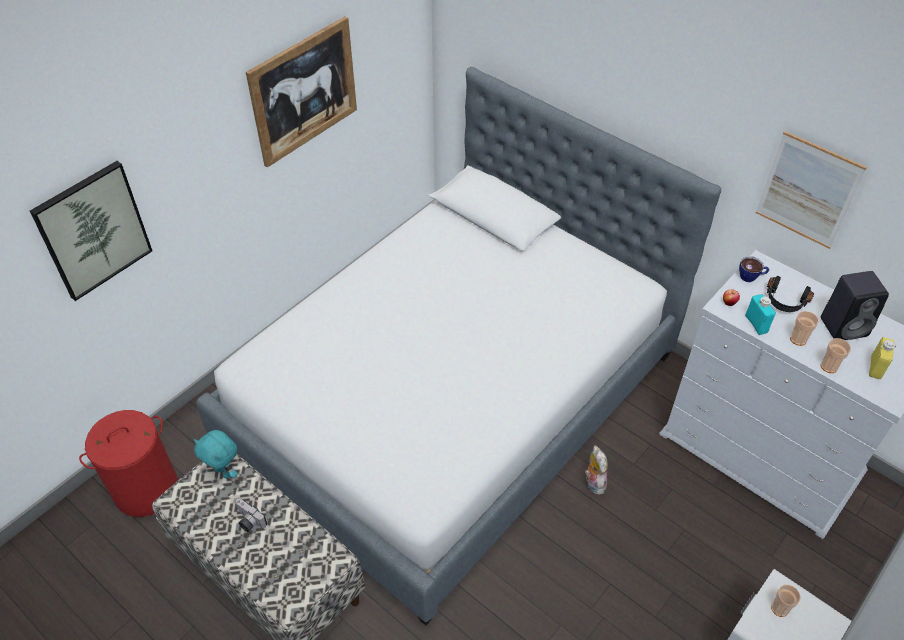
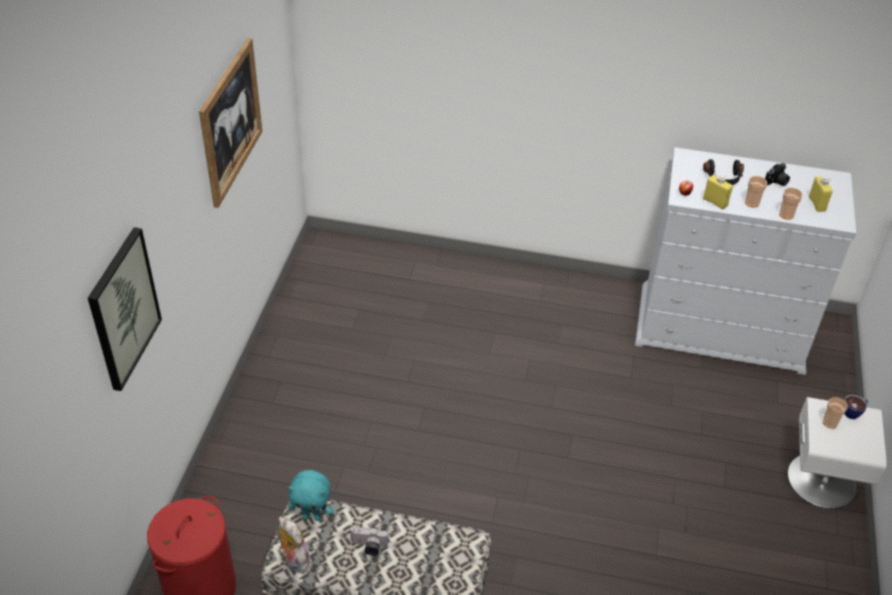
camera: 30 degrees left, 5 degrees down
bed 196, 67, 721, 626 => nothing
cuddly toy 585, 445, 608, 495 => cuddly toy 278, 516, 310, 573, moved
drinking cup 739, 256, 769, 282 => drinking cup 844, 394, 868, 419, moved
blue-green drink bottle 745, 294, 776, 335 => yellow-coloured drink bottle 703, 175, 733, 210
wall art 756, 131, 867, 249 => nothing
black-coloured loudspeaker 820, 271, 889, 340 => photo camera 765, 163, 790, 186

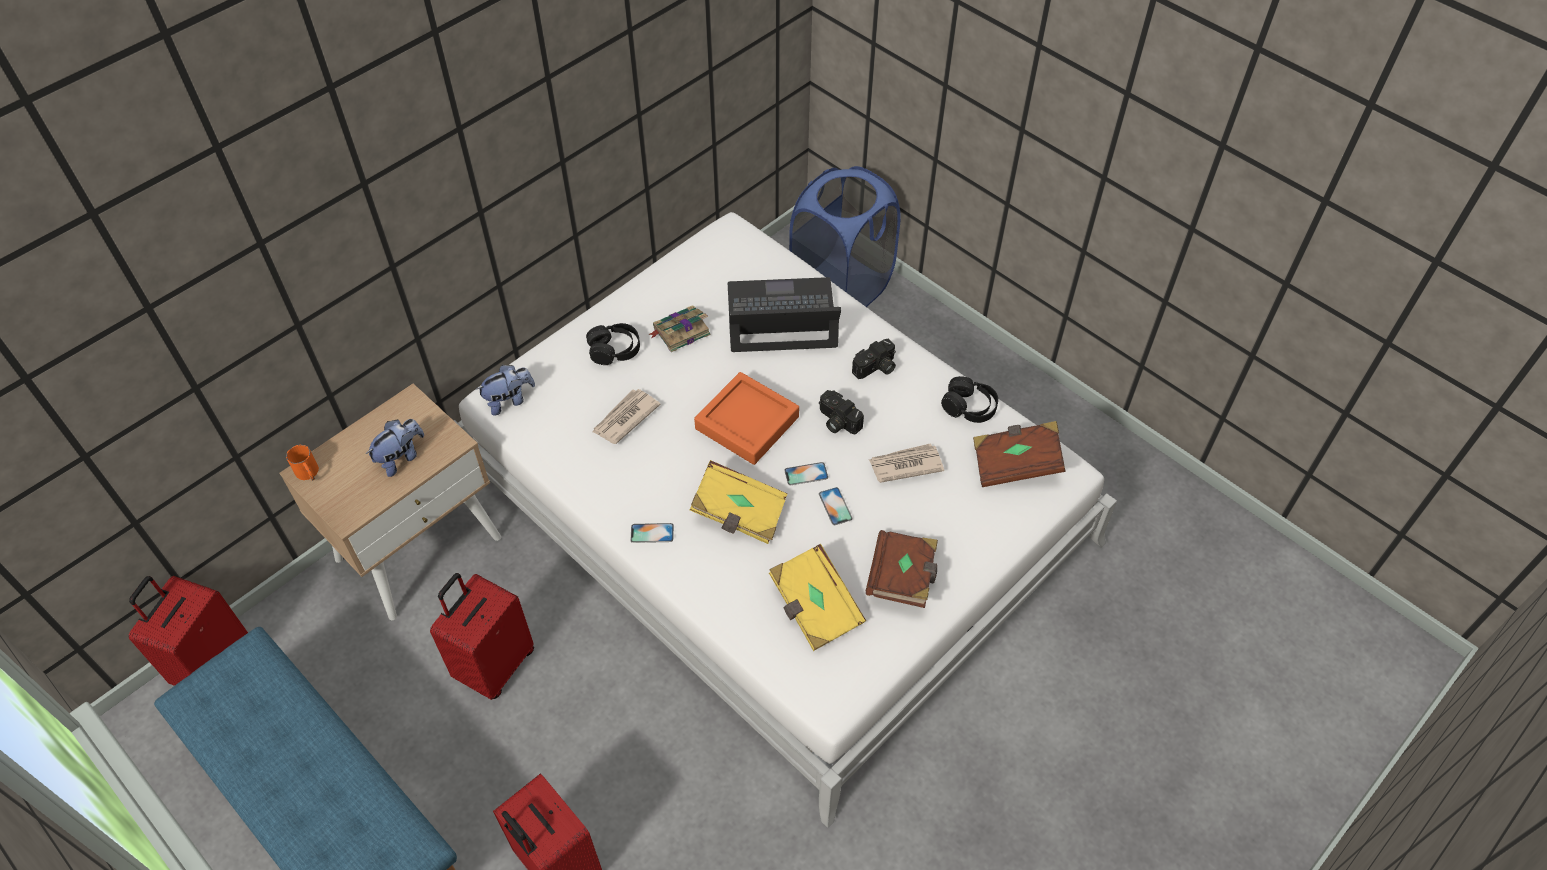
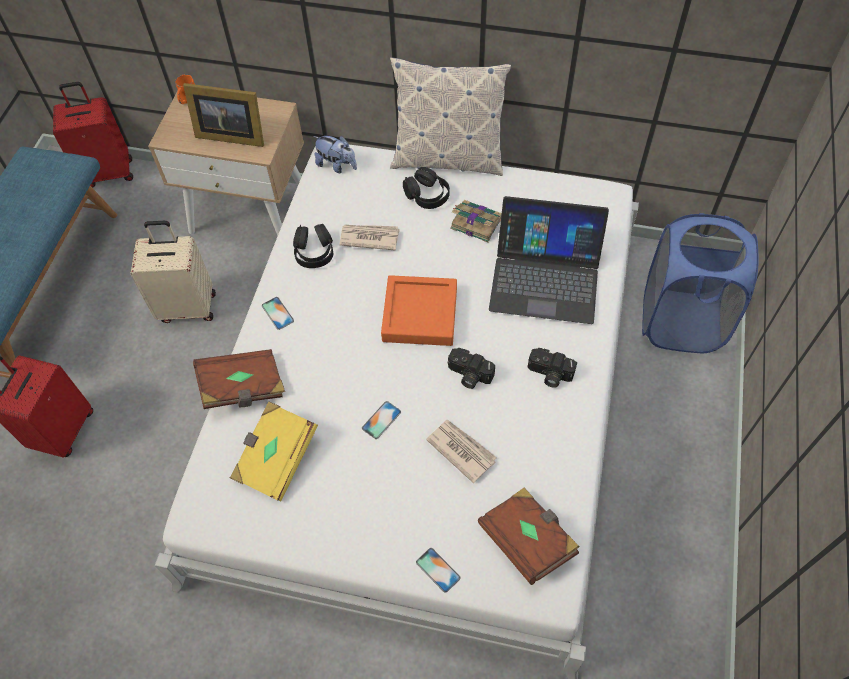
camera: 60 degrees right, 5 degrees up
cuddly toy 366, 419, 424, 477 => photo frame 183, 83, 264, 147
red piece of luggage 430, 573, 534, 700 => beige piece of luggage 130, 221, 216, 323
yellow-coloured volume 690, 460, 787, 544 => nothing
laptop 728, 277, 841, 352 => laptop 489, 196, 609, 324, 135 degrees clockwise
phone 784, 462, 828, 485 => phone 416, 548, 460, 593, moved
photo camera 819, 390, 864, 435 => photo camera 447, 348, 495, 389, 75 degrees counterclockwise
brownish volume 866, 530, 938, 608 => brownish volume 193, 349, 285, 409, moved
black-coloured pair of headphones 941, 376, 998, 423 => black-coloured pair of headphones 293, 224, 333, 268, moved
nothing => throw pillow 390, 57, 511, 176

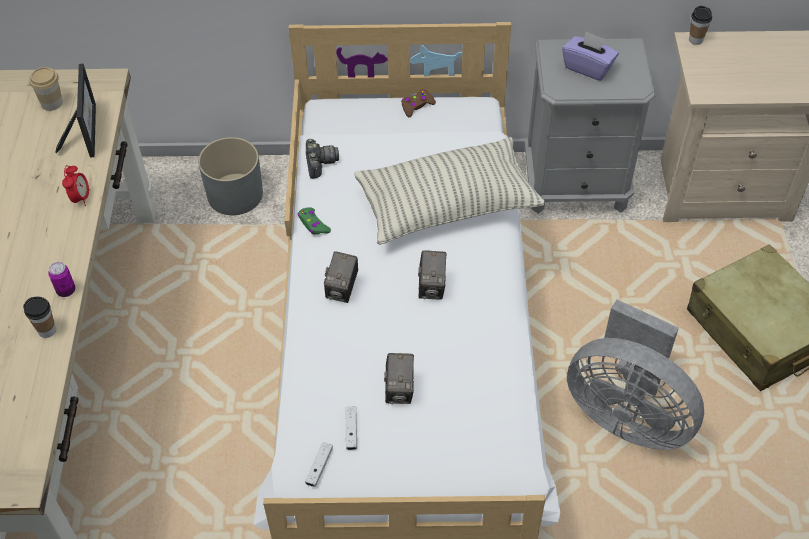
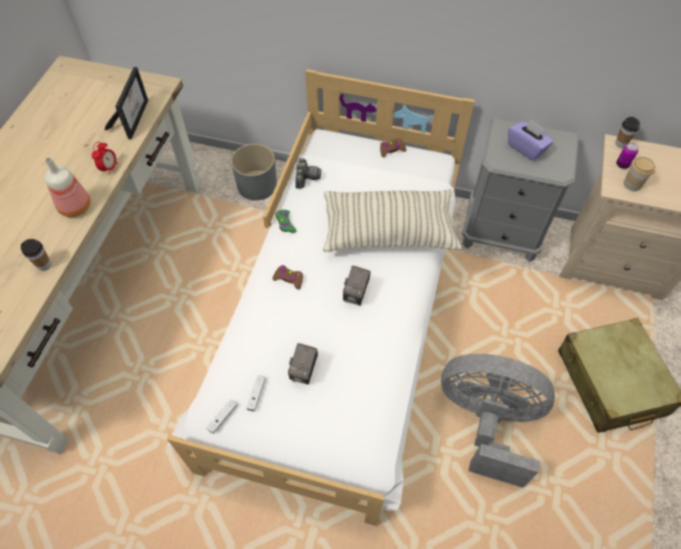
camera: 15 degrees right, 5 degrees up
drinking cup 29, 67, 63, 111 => drinking cup 624, 157, 656, 191, moved
can 48, 262, 75, 297 => can 616, 143, 638, 169, moved
photo camera 324, 251, 358, 303 => brownish game controller 273, 265, 303, 290
gray cooling fan 567, 299, 704, 450 => gray cooling fan 441, 354, 555, 488, 150 degrees clockwise
nothing => drink bottle 45, 157, 90, 217

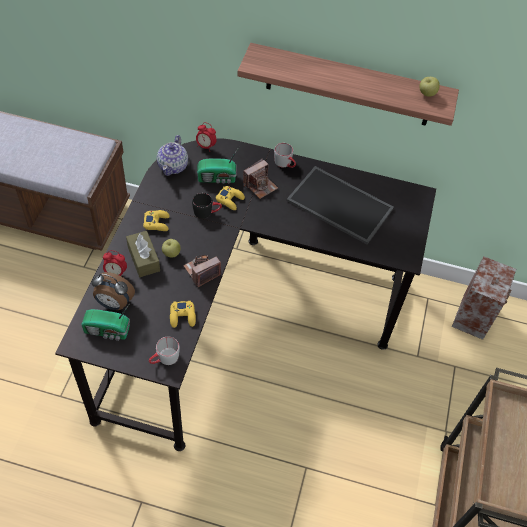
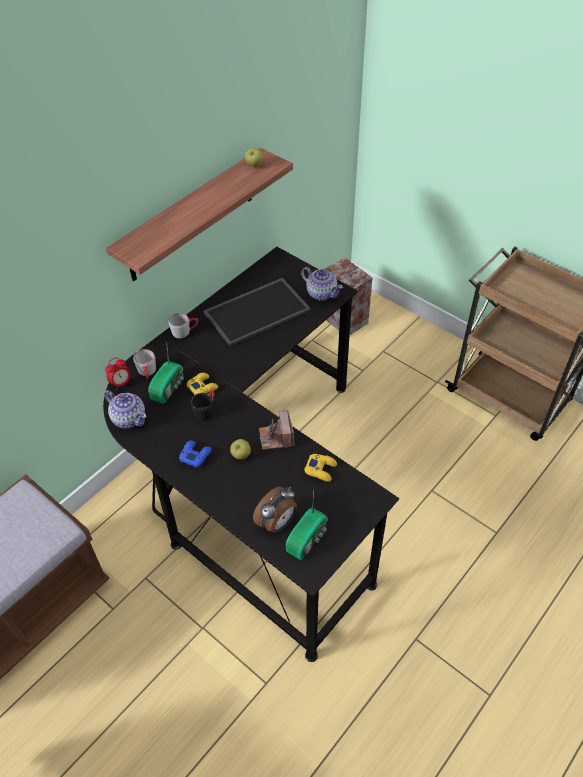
camera: 60 degrees left, 5 degrees down
bedside clock 103, 250, 127, 276 => nothing
brownish box of tissues 126, 231, 160, 277 => nothing
yellow-coloured game controller 143, 210, 170, 231 => bluish game controller 179, 440, 212, 467
gray mug 149, 337, 180, 365 => gray mug 134, 349, 156, 379, moved
photo camera 243, 159, 278, 199 => nothing
nothing => tea pot 301, 267, 343, 301

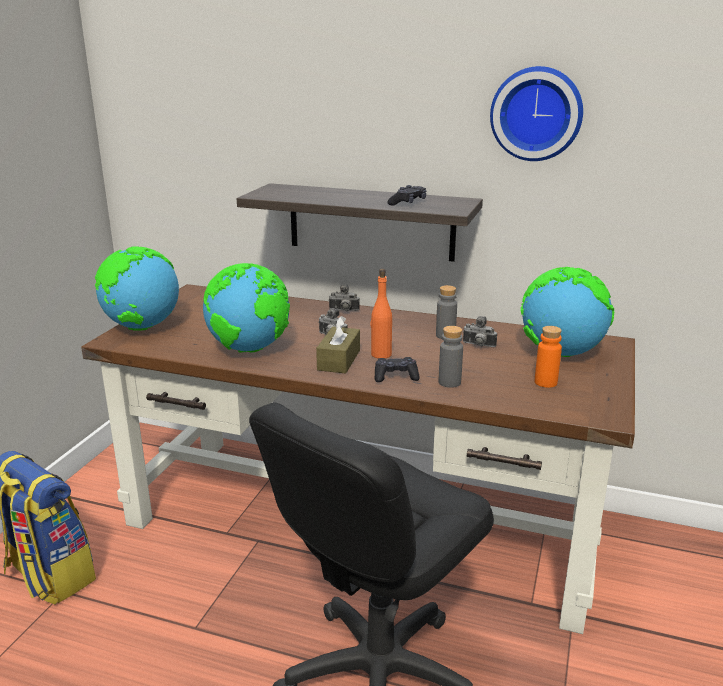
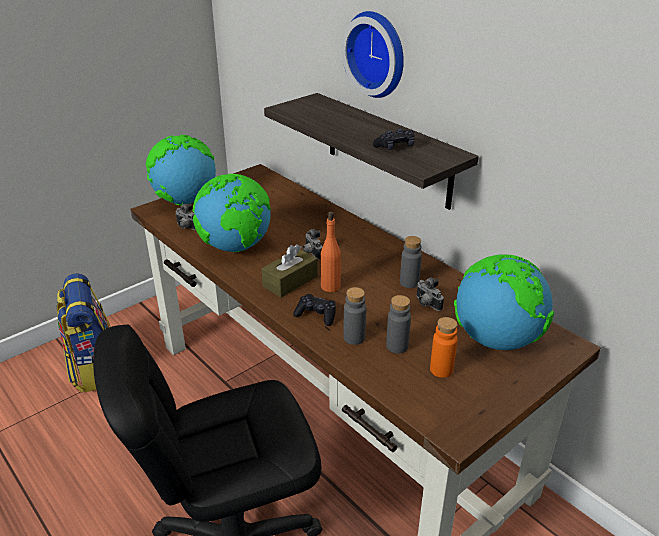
camera: 30 degrees right, 10 degrees up
photo camera 329, 284, 360, 311 => photo camera 175, 204, 196, 230, moved
clock on the wall 490, 66, 583, 161 => clock on the wall 342, 11, 404, 98, moved
nothing => gray drink bottle 386, 295, 411, 354

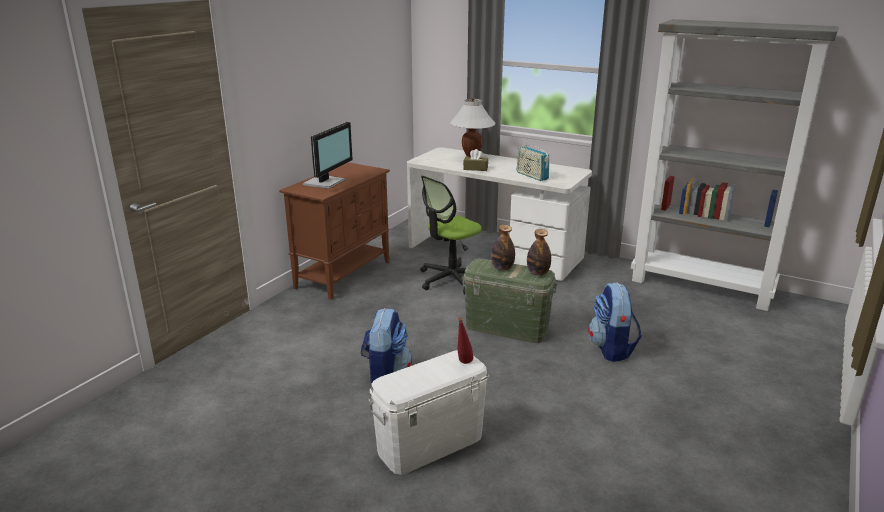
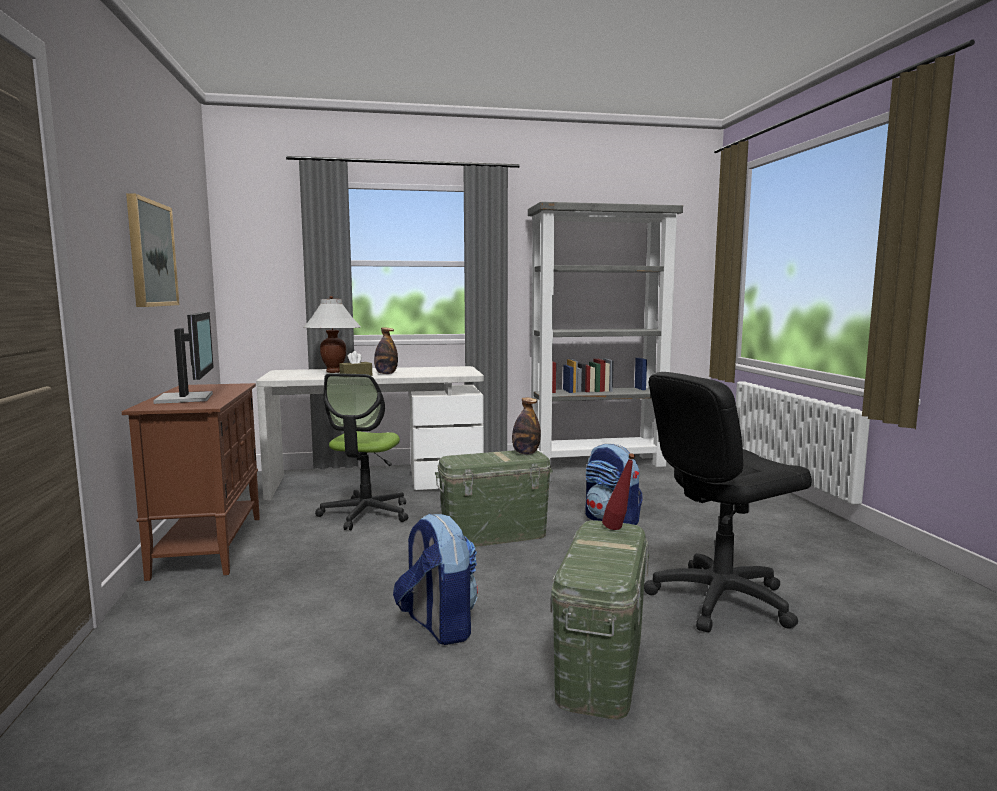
camera: 40 degrees left, 15 degrees down
white-coloured storage bin 368, 350, 489, 475 => greenish storage bin 551, 520, 649, 720
drink bottle 491, 225, 515, 271 => drink bottle 374, 328, 398, 374, moved
radio receiver 517, 141, 549, 181 => nothing
nothing => wall art 126, 193, 179, 307
nothing => black-coloured office chair 644, 372, 812, 633

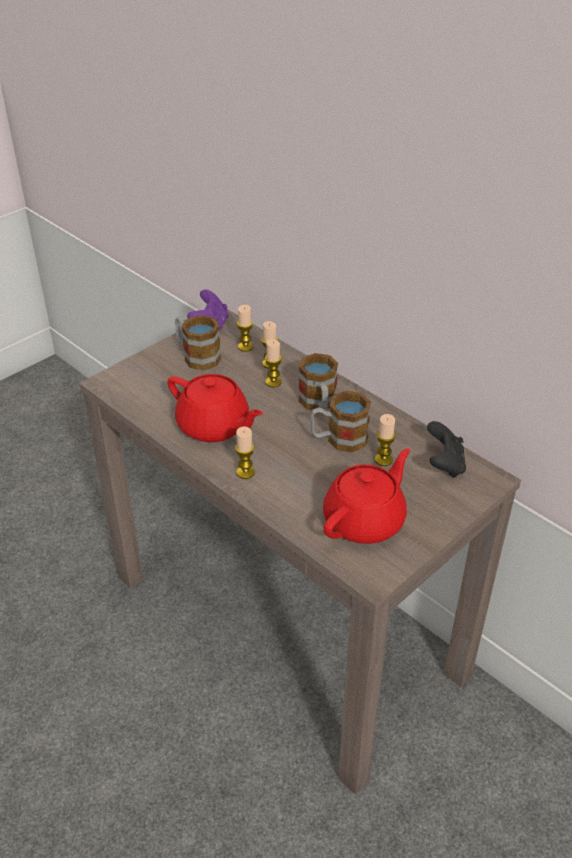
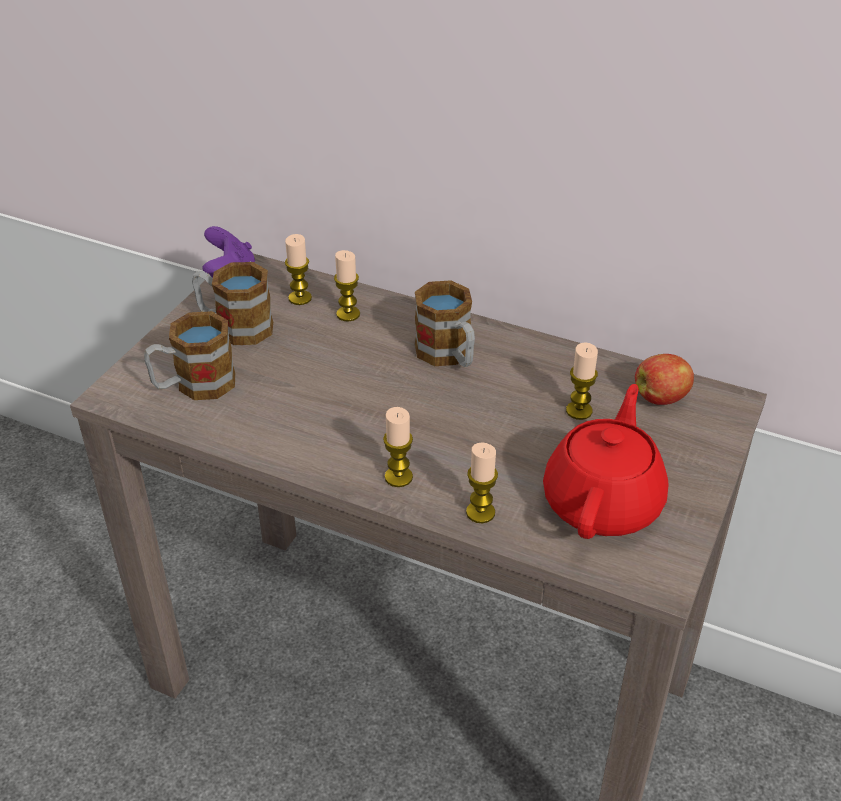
camera: 20 degrees left, 0 degrees up
red tea pot 167, 374, 263, 442 => nothing
wax light 265, 339, 282, 387 => wax light 466, 443, 498, 523, moved
mug 310, 391, 371, 452 => mug 144, 311, 236, 400, moved
black-coloured game controller 427, 421, 466, 478 => apple fruit 635, 354, 694, 405

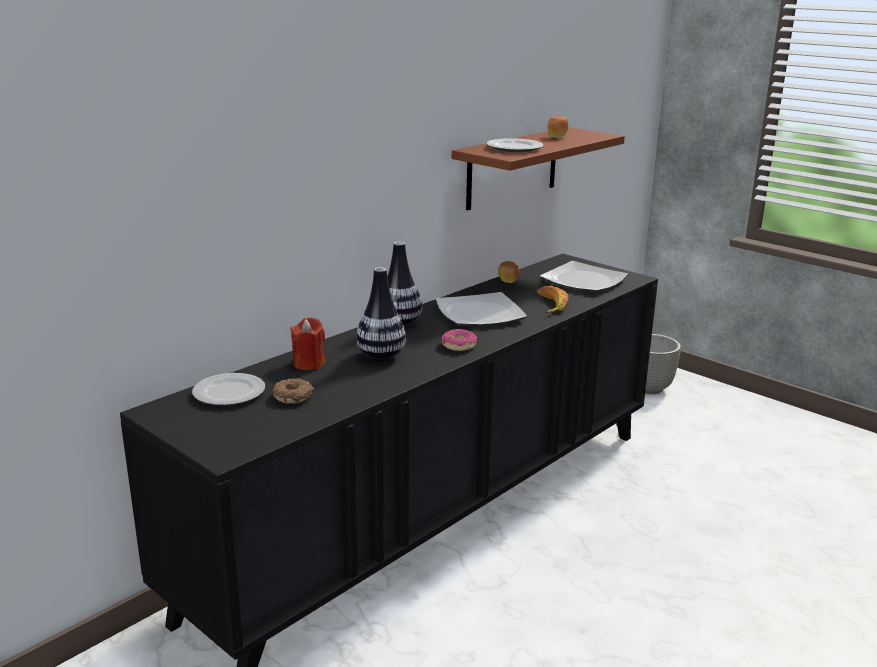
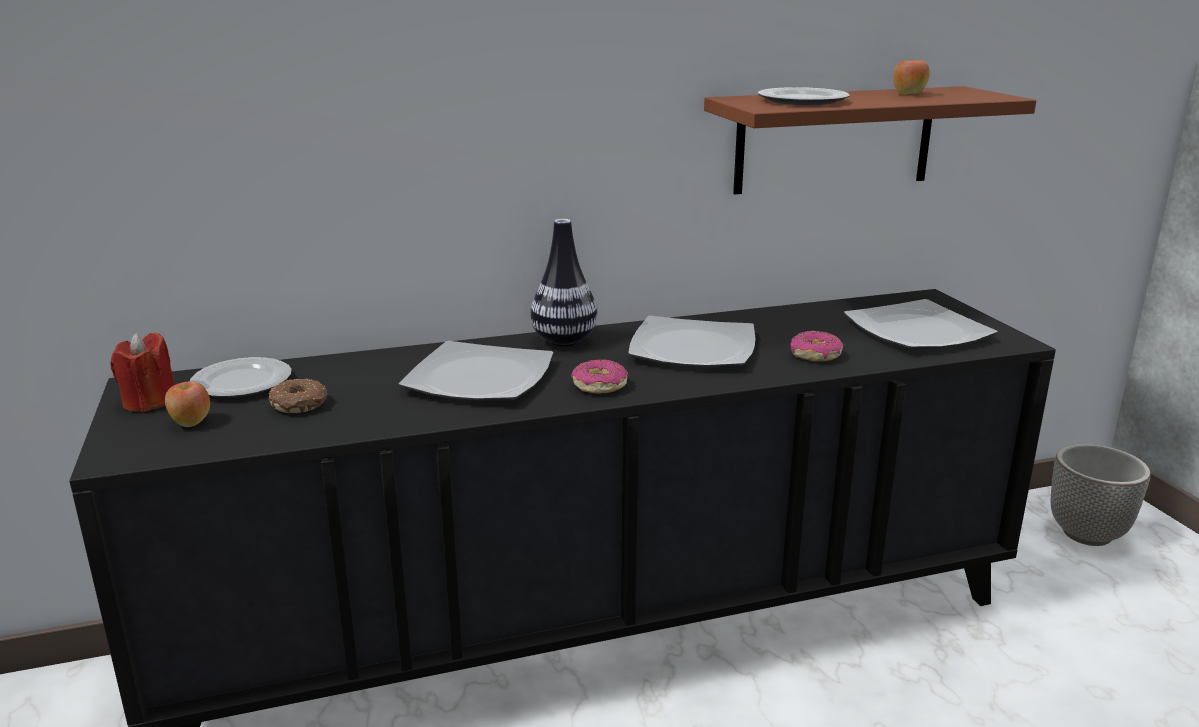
camera: 30 degrees right, 0 degrees up
red wax light 290, 317, 326, 370 => red wax light 111, 333, 175, 412, moved
vase 356, 267, 406, 361 => plate 399, 341, 554, 401
apple fruit 498, 261, 519, 283 => apple fruit 165, 381, 210, 427, moved
whole banana 537, 286, 569, 313 => doughnut 790, 331, 844, 361

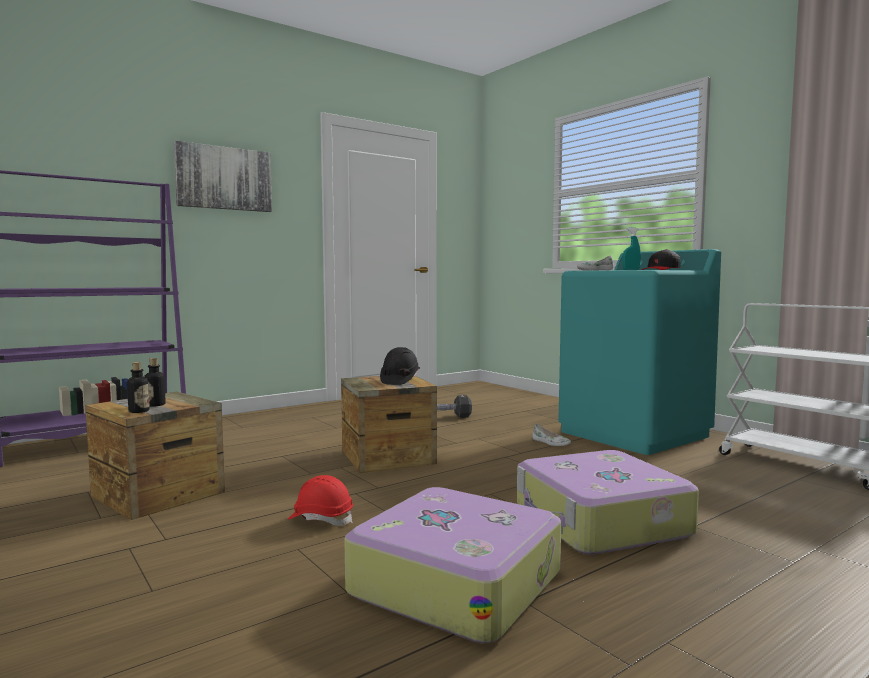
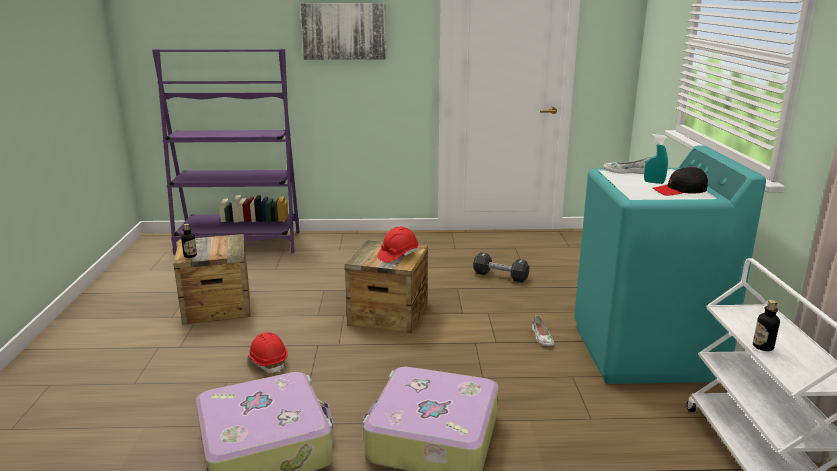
camera: 35 degrees right, 15 degrees up
drink bottle 144, 358, 166, 407 => drink bottle 753, 300, 780, 351, moved
black-coloured safety helmet 380, 347, 420, 385 => red safety helmet 377, 227, 419, 263

